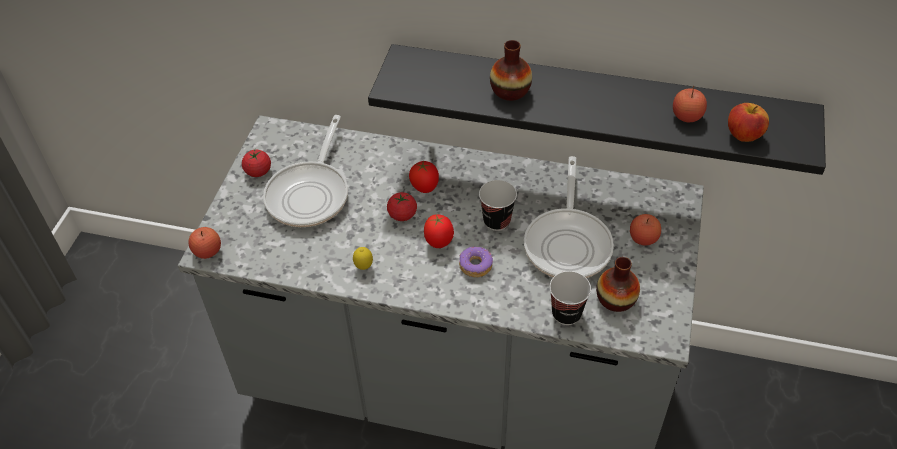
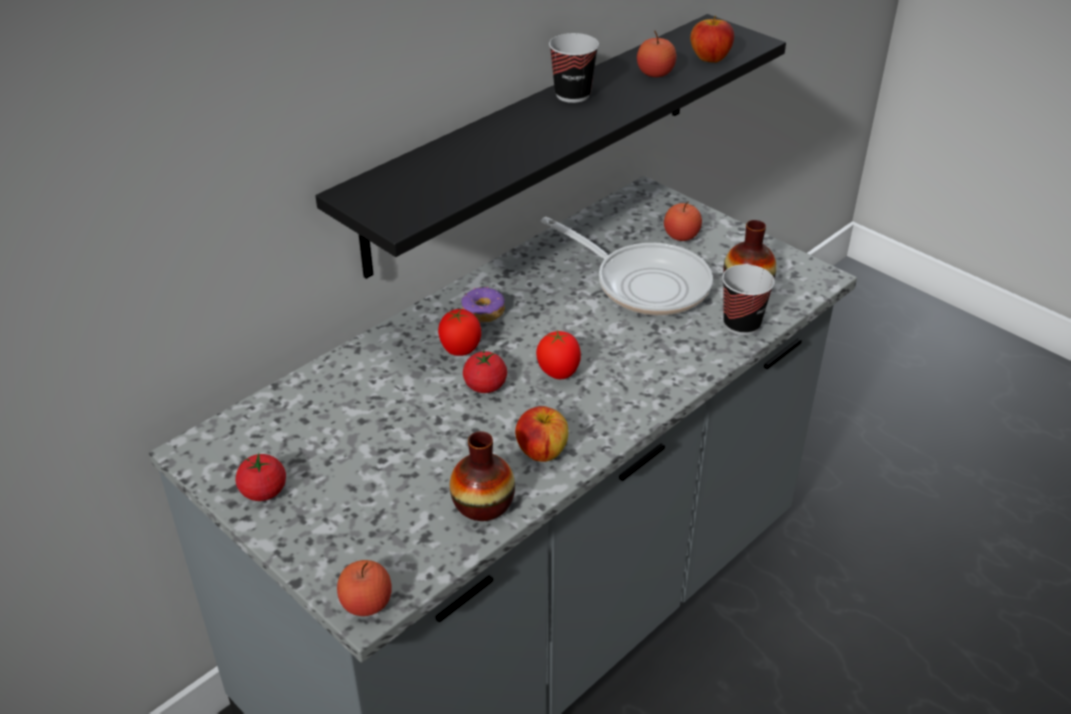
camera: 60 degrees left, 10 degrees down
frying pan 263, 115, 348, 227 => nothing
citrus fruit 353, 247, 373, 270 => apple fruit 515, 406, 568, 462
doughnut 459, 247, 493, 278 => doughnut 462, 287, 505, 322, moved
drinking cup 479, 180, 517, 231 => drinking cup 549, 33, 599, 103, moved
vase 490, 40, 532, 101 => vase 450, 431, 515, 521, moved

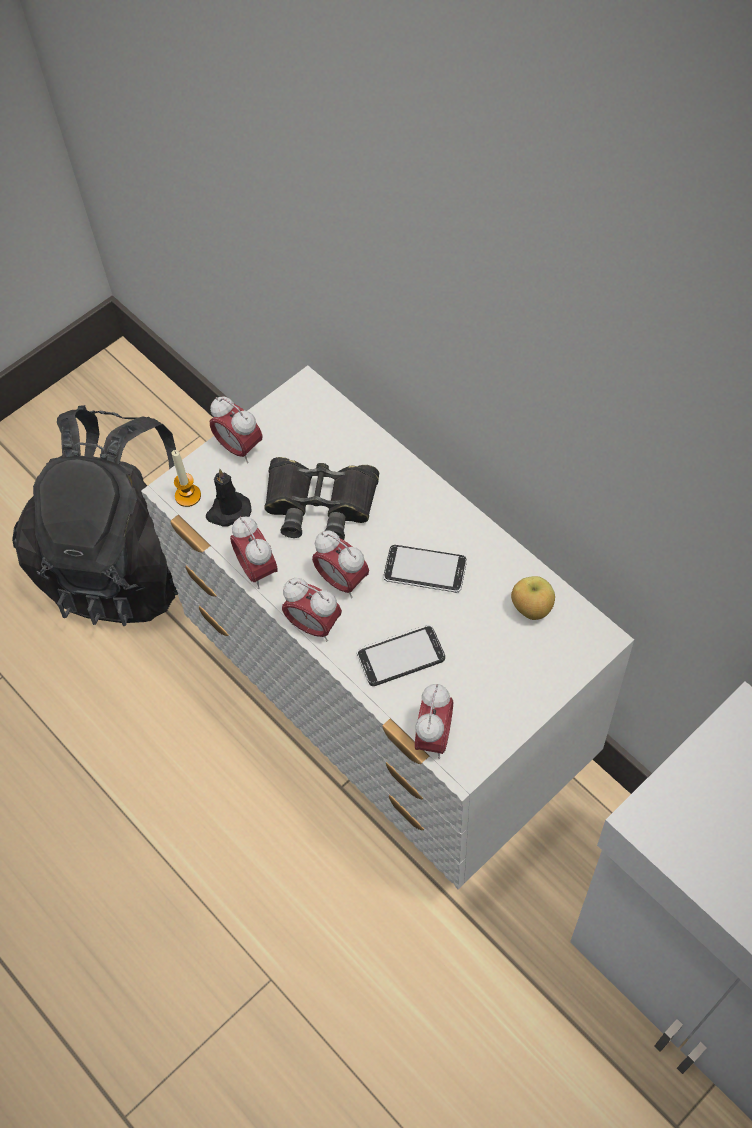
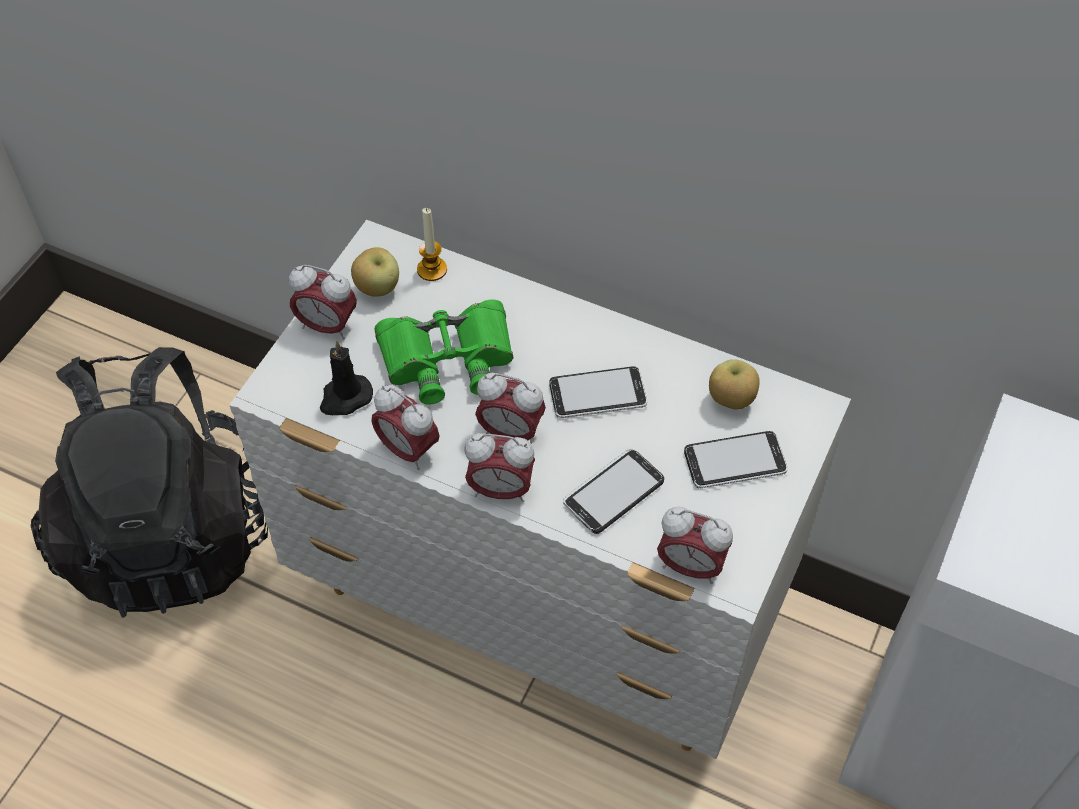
camera: 25 degrees left, 5 degrees down
wax light 172, 450, 201, 507 => wax light 417, 208, 447, 281, moved
black-coloured field glasses 264, 457, 379, 540 => greenish field glasses 375, 299, 513, 404
bedside clock 415, 684, 453, 759 => bedside clock 657, 507, 733, 584, 120 degrees clockwise
nothing => apple fruit 351, 247, 399, 297
nothing => phone 684, 431, 788, 489

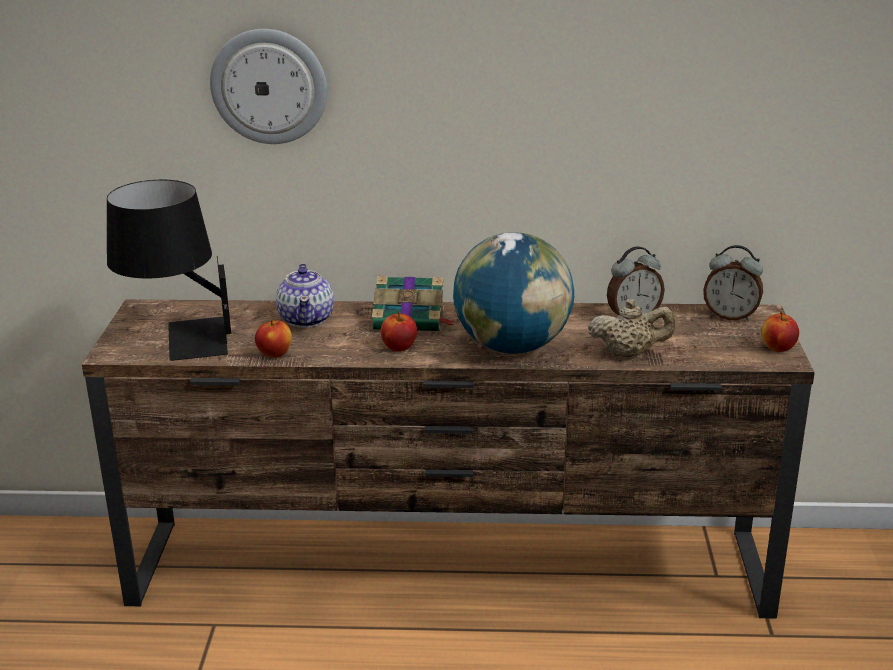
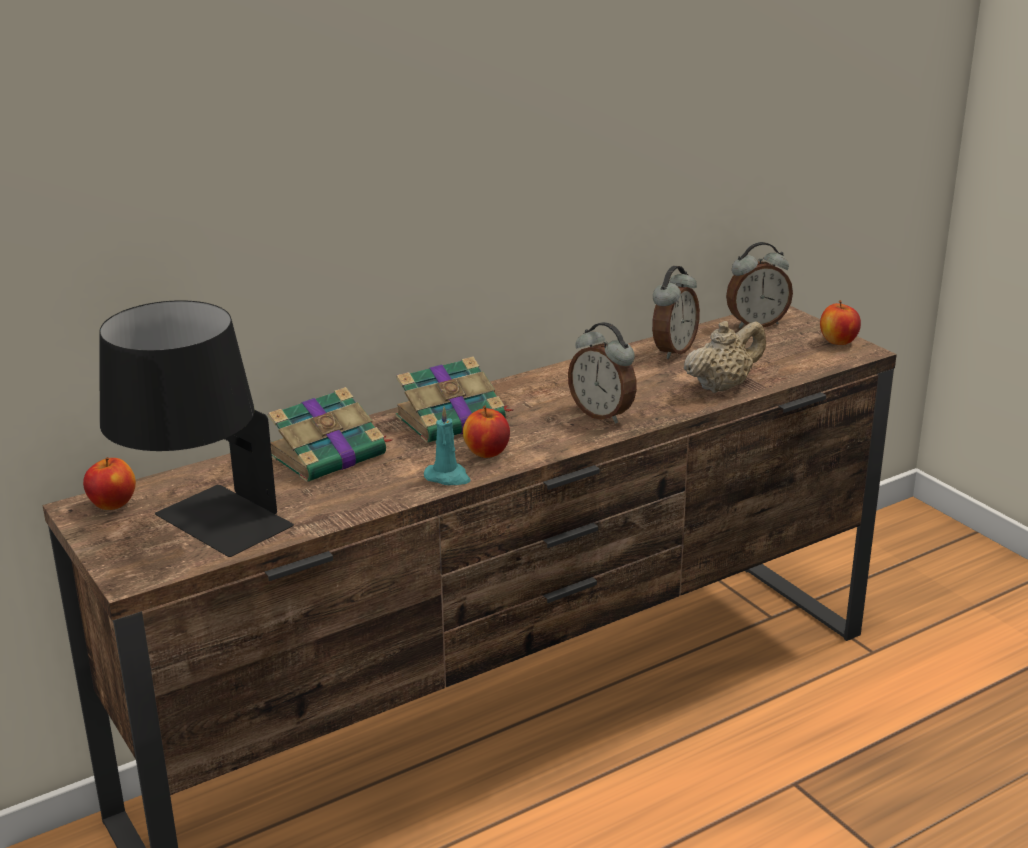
camera: 35 degrees left, 0 degrees up
clock on the wall 210, 29, 327, 144 => nothing
apple fruit 255, 319, 292, 358 => apple fruit 83, 457, 136, 510, moved
tea pot 276, 264, 334, 328 => volume 268, 387, 393, 482
world globe 453, 232, 574, 354 => bedside clock 568, 322, 637, 423
nothing => blue-green wax light 424, 406, 471, 485

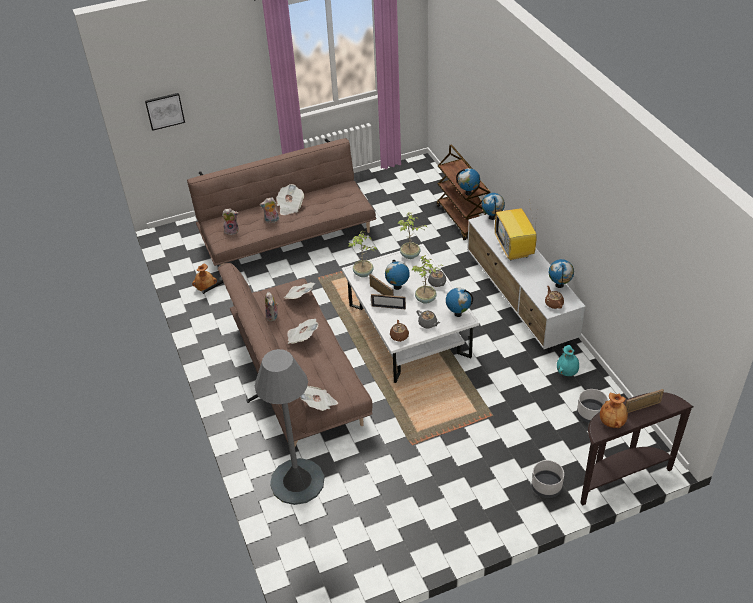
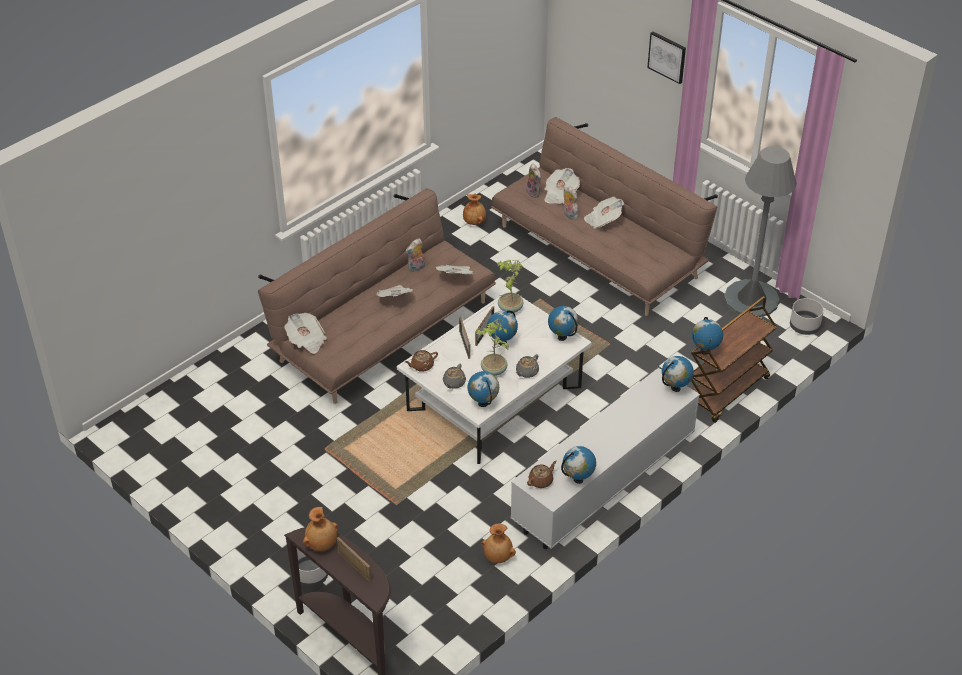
camera: 65 degrees right, 0 degrees up
wall art 145, 93, 185, 131 => wall art 647, 32, 686, 84, moved
gray standard lamp 255, 349, 325, 505 => gray standard lamp 724, 146, 797, 317, moved
plant in a pot 398, 212, 428, 259 => world globe 548, 306, 579, 341
TV 495, 205, 537, 261 => nothing
blue-green vase 557, 345, 579, 376 => brownish vase 481, 523, 516, 563
gray planter 577, 389, 608, 423 => gray planter 790, 298, 824, 335, moved
nothing => daily paper 544, 168, 580, 204

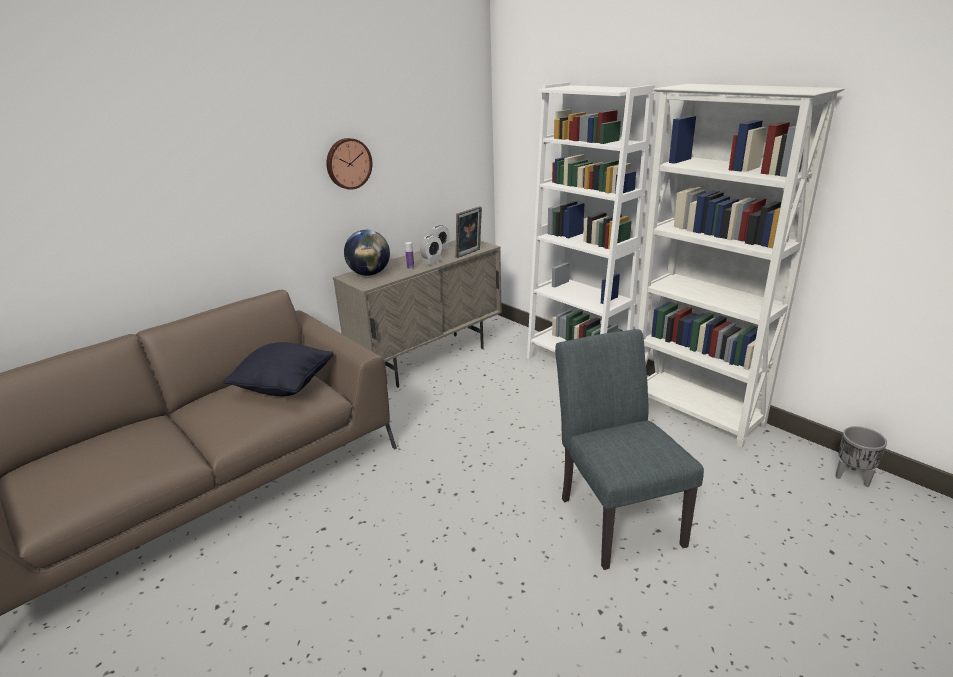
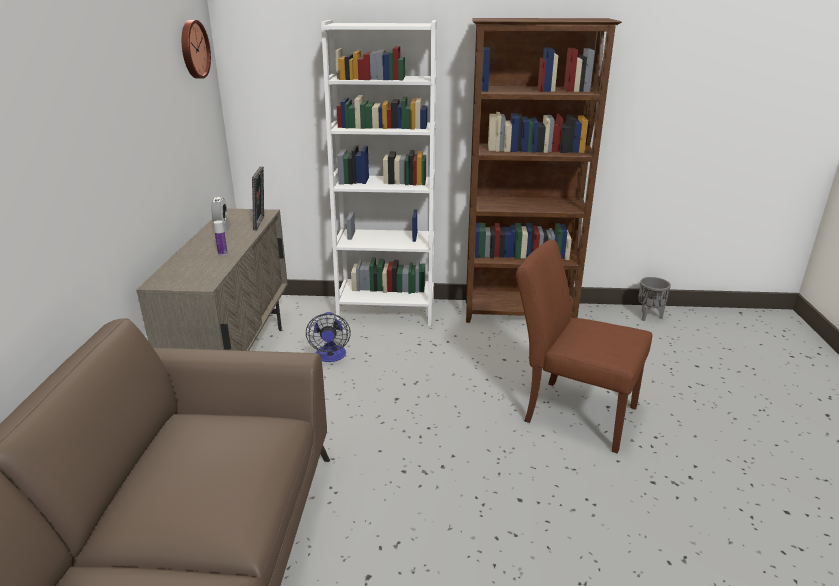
camera: 45 degrees left, 0 degrees up
black-coloured throw pillow 223, 342, 334, 396 => nothing
clock on the wall 326, 138, 372, 190 => clock on the wall 182, 20, 211, 79, moved
world globe 344, 230, 390, 276 => nothing
bedside clock 420, 235, 443, 265 => nothing
gray upright chair 555, 329, 704, 570 => brownish upright chair 516, 240, 652, 453
white-coloured bookcase 638, 84, 845, 448 => brownish bookcase 466, 18, 622, 323
nothing => cooling fan 306, 312, 351, 362

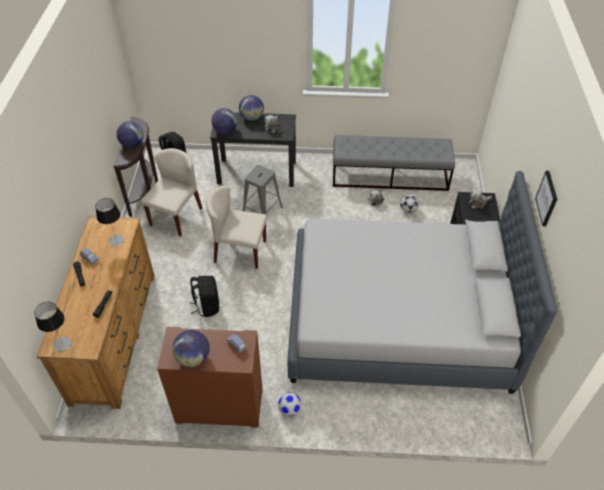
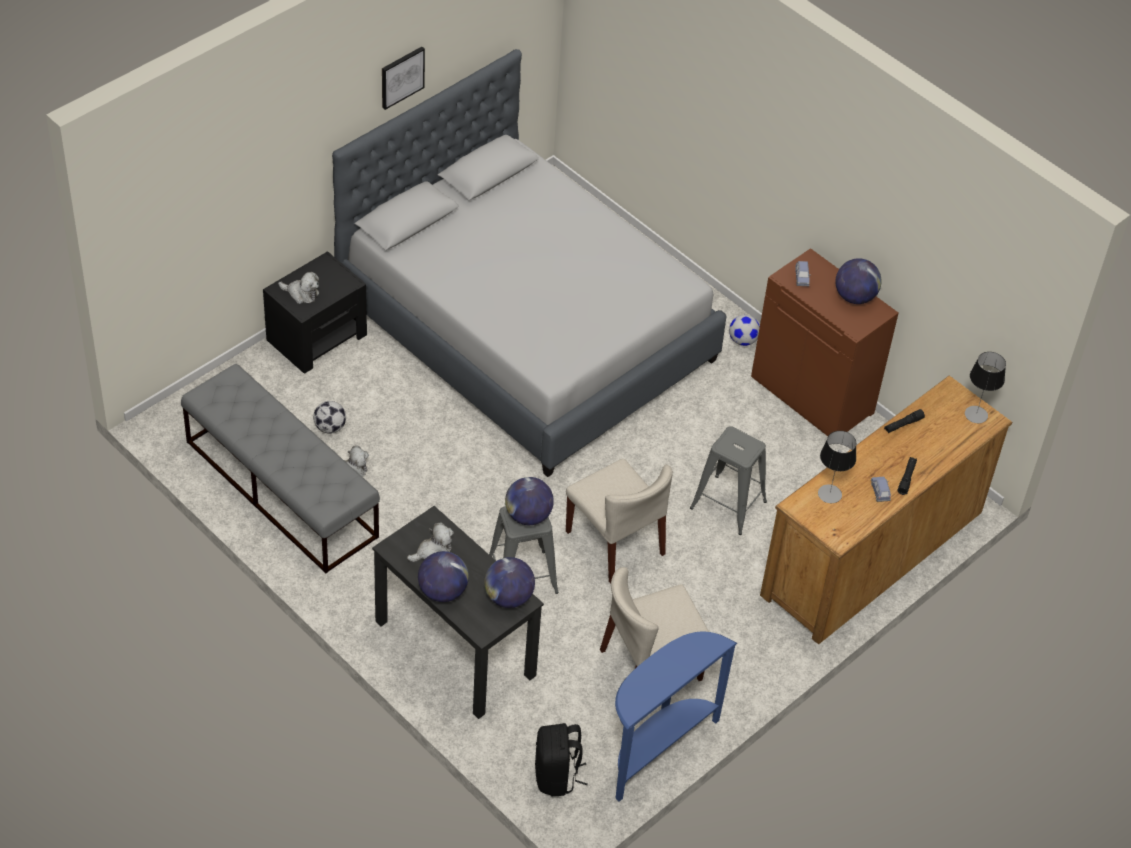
camera: 140 degrees left, 0 degrees up
brownish hall table 114, 117, 158, 217 => bluish hall table 615, 632, 737, 802
world globe 117, 121, 144, 148 => world globe 505, 477, 554, 525, moved
black-coloured backpack 190, 276, 219, 317 => gray stool 690, 426, 767, 535

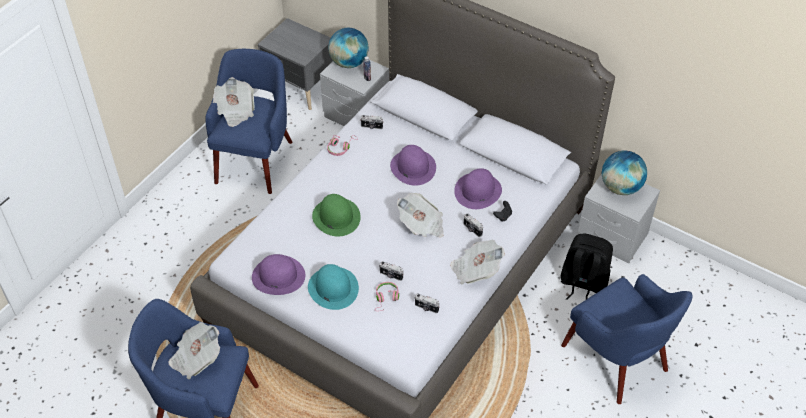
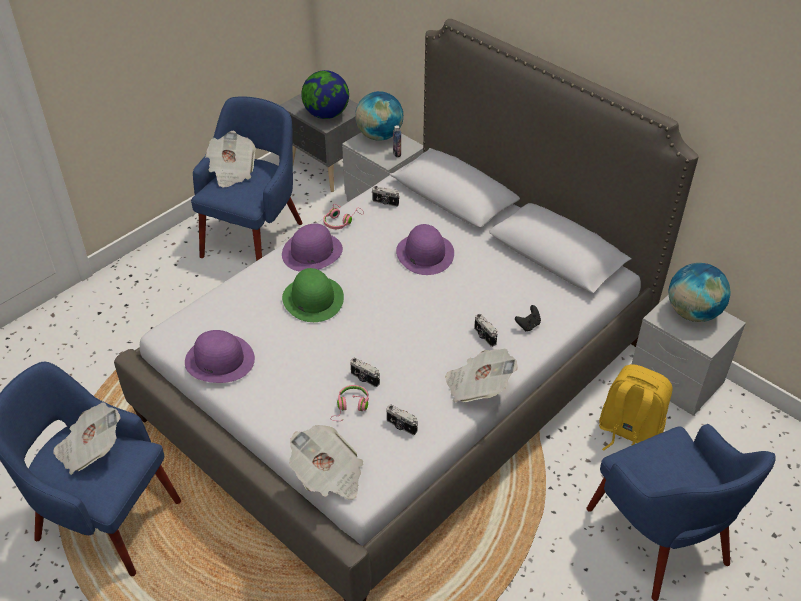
camera: 10 degrees right, 5 degrees down
blue-green wearable hat 308, 264, 359, 310 => nothing
daily paper 397, 193, 444, 237 => daily paper 289, 425, 363, 500, moved
purplish wearable hat 454, 168, 502, 209 => purplish wearable hat 282, 223, 343, 272, moved
black-coloured backpack 560, 234, 613, 300 => yellow-coloured backpack 599, 364, 672, 451
nothing => world globe 301, 70, 349, 119

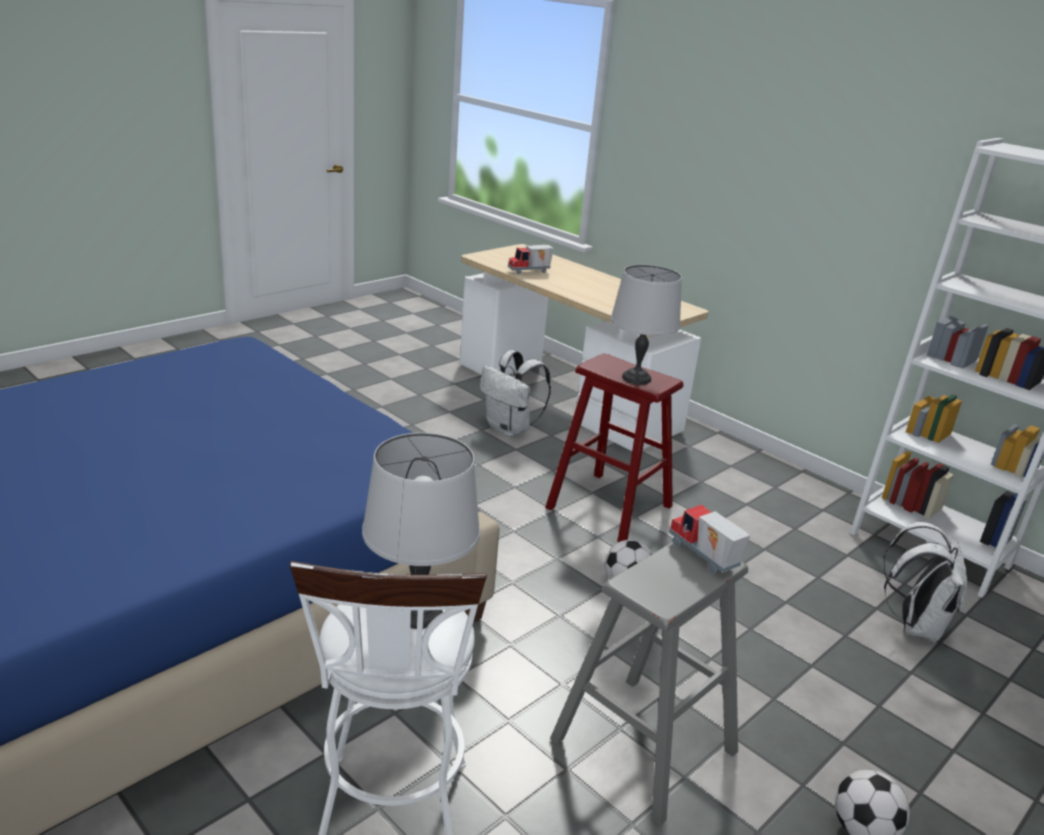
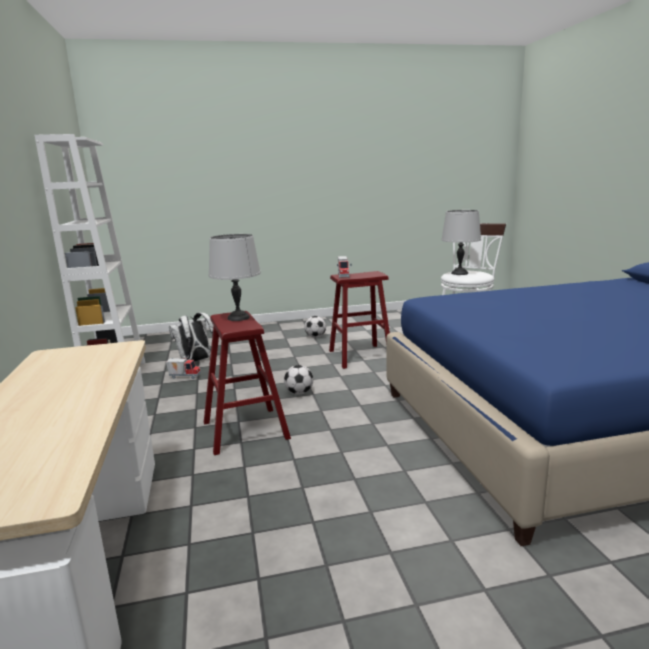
camera: 145 degrees left, 10 degrees down
white-coloured backpack 480, 350, 551, 437 => nothing
toy truck 508, 245, 554, 275 => toy truck 166, 359, 201, 379, moved
gray stool 550, 541, 748, 826 => red stool 329, 271, 390, 369

